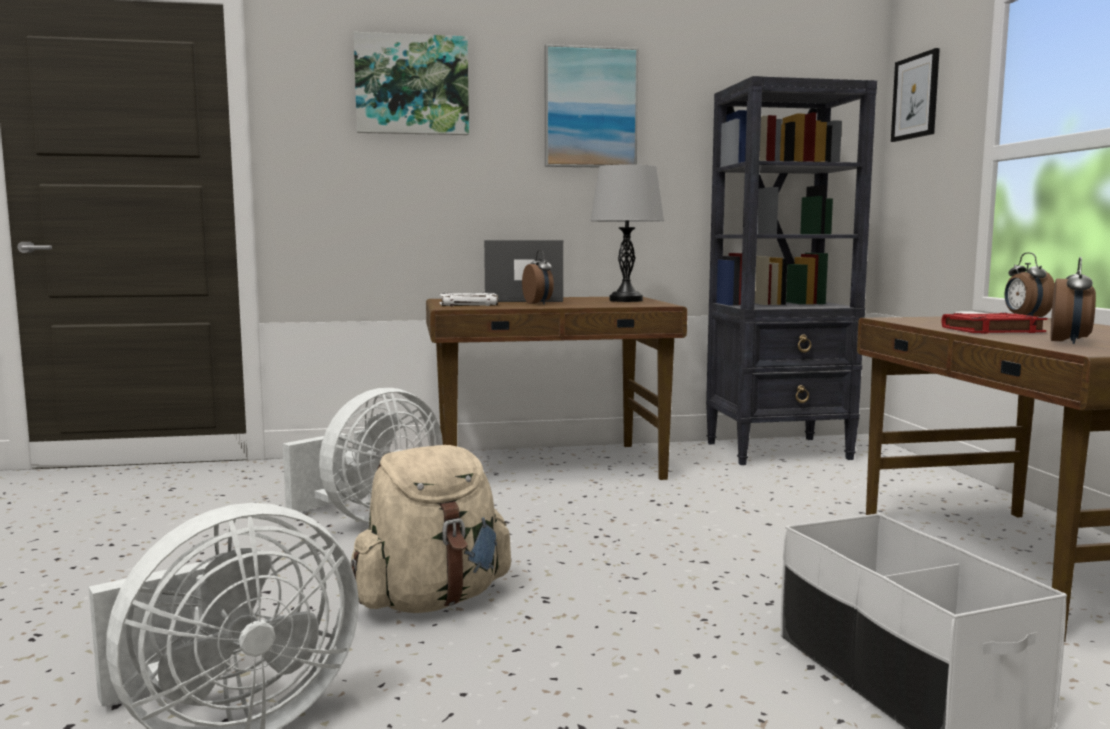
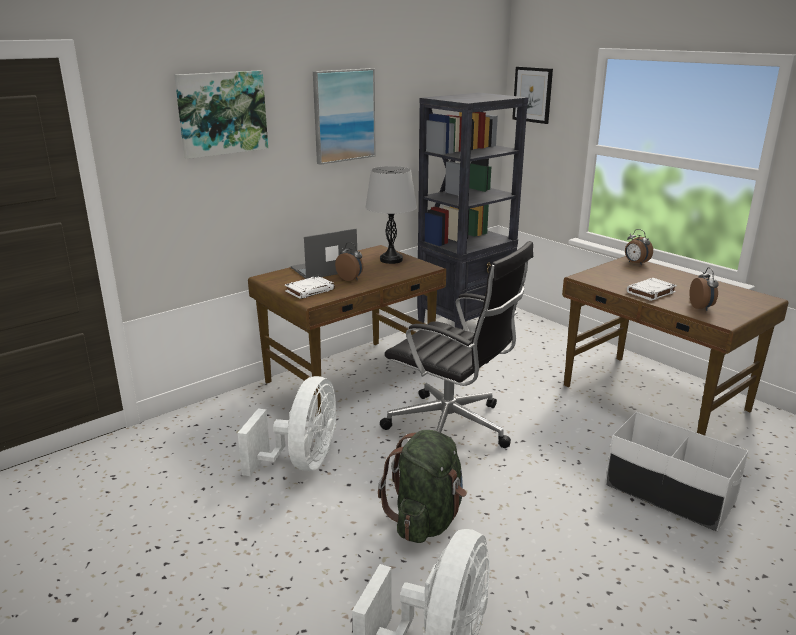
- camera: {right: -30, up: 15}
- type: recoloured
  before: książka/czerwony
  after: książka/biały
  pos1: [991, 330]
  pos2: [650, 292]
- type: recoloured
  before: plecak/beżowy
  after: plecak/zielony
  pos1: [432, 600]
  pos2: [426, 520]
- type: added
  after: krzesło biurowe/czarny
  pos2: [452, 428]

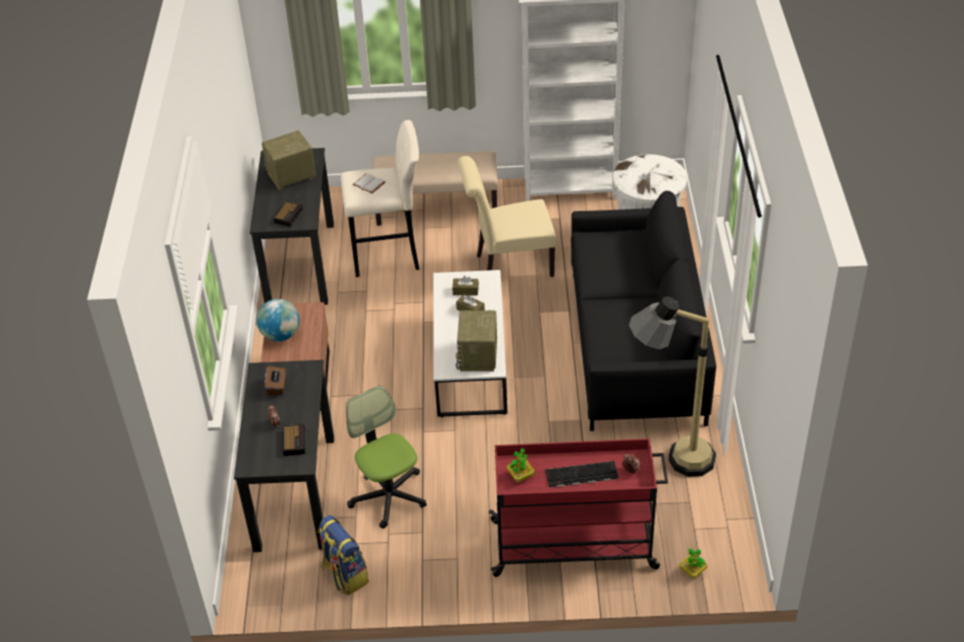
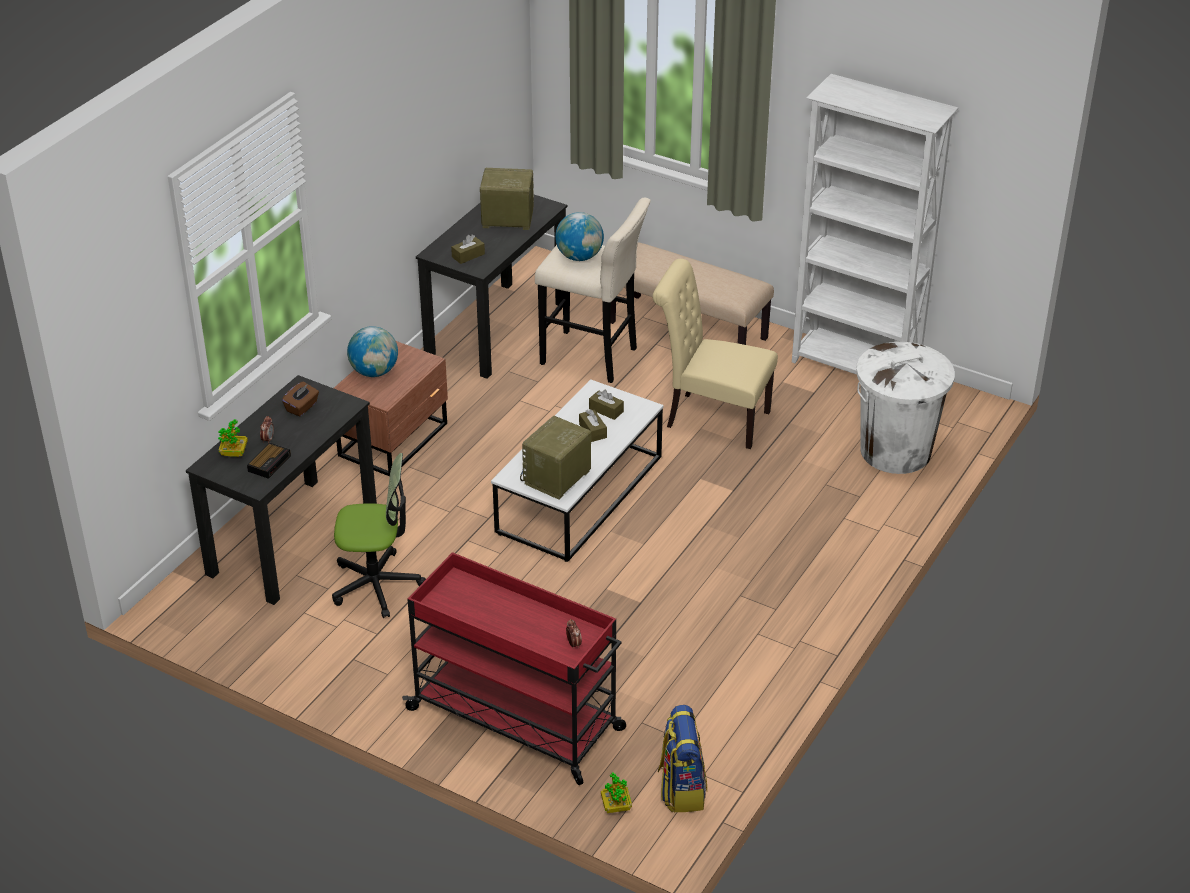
- camera: {right: 30, up: -5}
- type: replaced
  before: książka/biały
  after: globus
  pos1: [370, 184]
  pos2: [579, 257]
- type: removed
  before: kanapa/czarny
  pos1: [636, 346]
- type: replaced
  before: budzik
  after: pudełko chusteczek/brązowy
  pos1: [289, 215]
  pos2: [468, 255]
- type: removed
  before: lampa stojąca
  pos1: [669, 460]
- type: turned
  before: krzesło biurowe
  pos1: [388, 496]
  pos2: [377, 585]
  turn: 90
- type: moved
  before: roślina doniczkowa
  pos1: [520, 475]
  pos2: [234, 453]
- type: removed
  before: klawiatura
  pos1: [581, 475]
- type: moved
  before: plecak
  pos1: [344, 575]
  pos2: [681, 788]

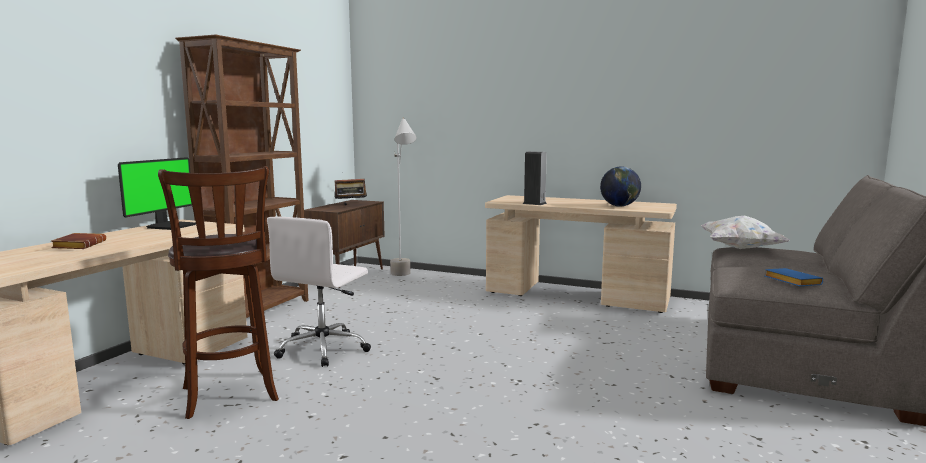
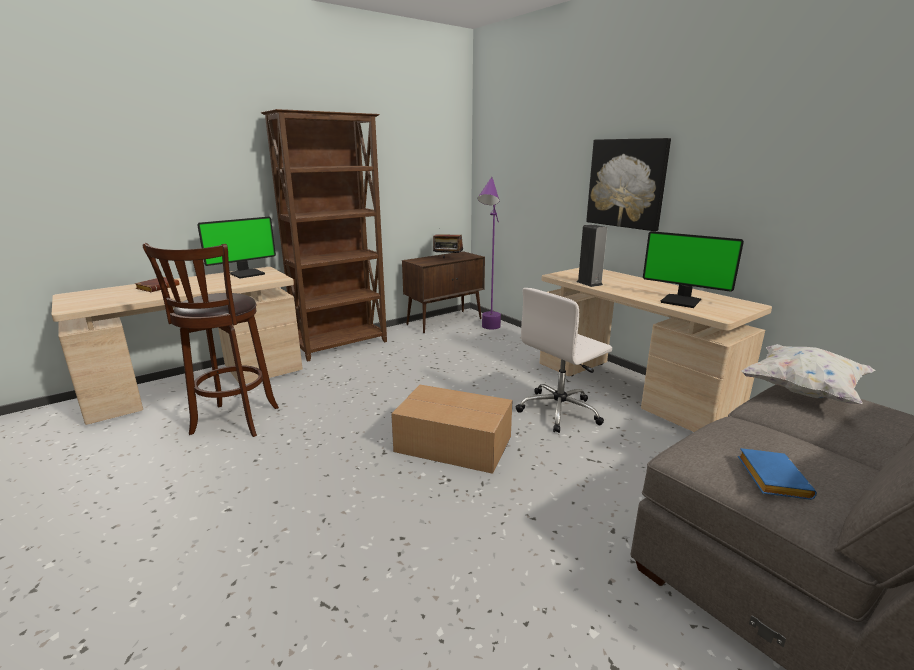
- camera: {right: 30, up: 10}
- type: recoloured
  before: lampa stojąca/szary
  after: lampa stojąca/fioletowy
  pos1: [404, 277]
  pos2: [488, 331]
- type: replaced
  before: globus
  after: monitor
  pos1: [619, 206]
  pos2: [681, 301]
- type: moved
  before: krzesło biurowe/biały
  pos1: [324, 348]
  pos2: [560, 411]
- type: added
  after: obraz
  pos2: [626, 183]
- type: added
  after: karton
  pos2: [452, 443]

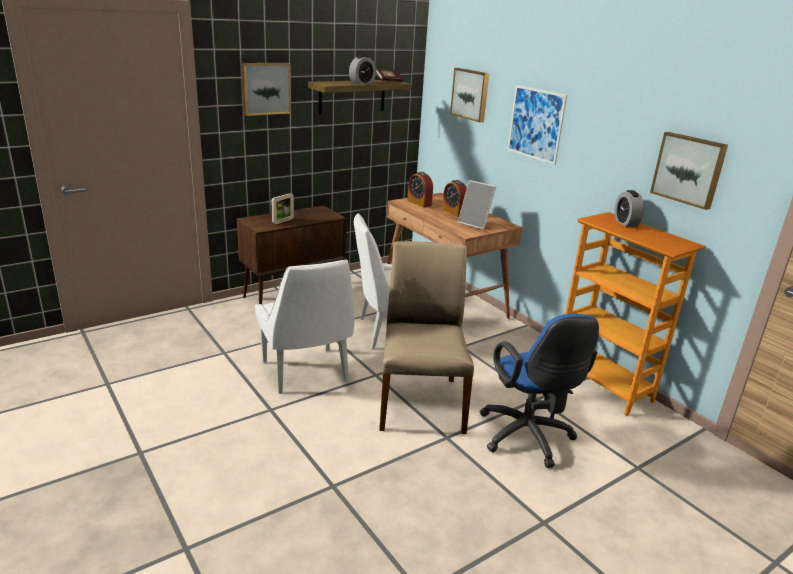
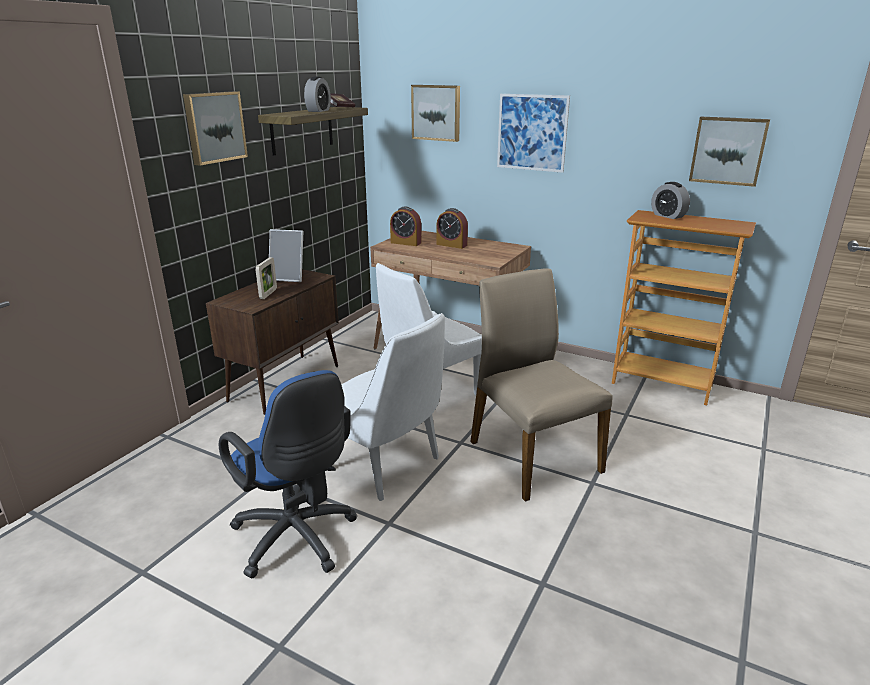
- camera: {right: -25, up: 0}
- type: moved
  before: ramka na zdjęcie
  pos1: [475, 224]
  pos2: [289, 277]
- type: moved
  before: krzesło biurowe/niebieski
  pos1: [528, 438]
  pos2: [298, 540]

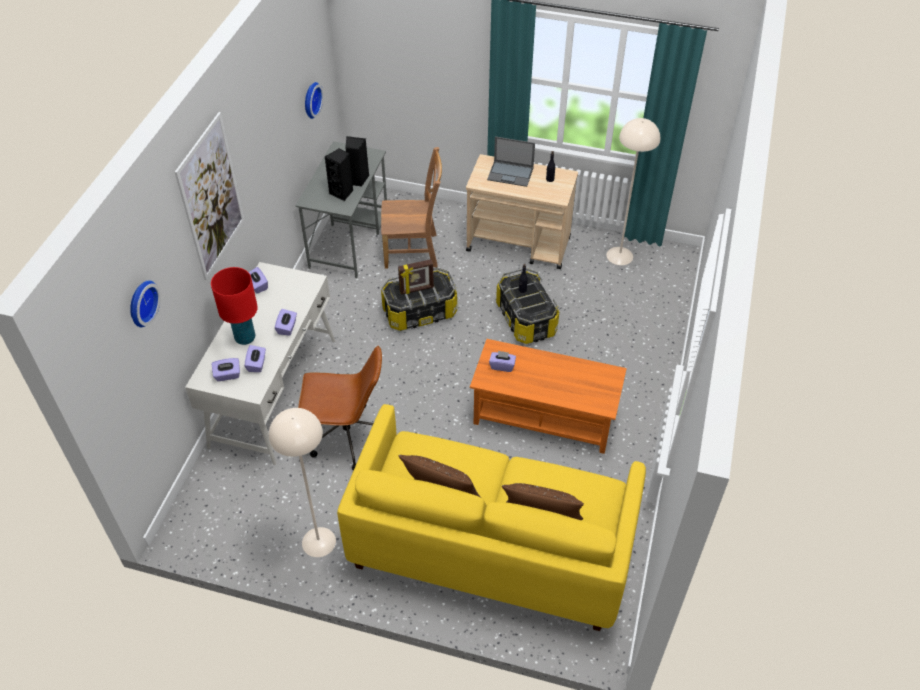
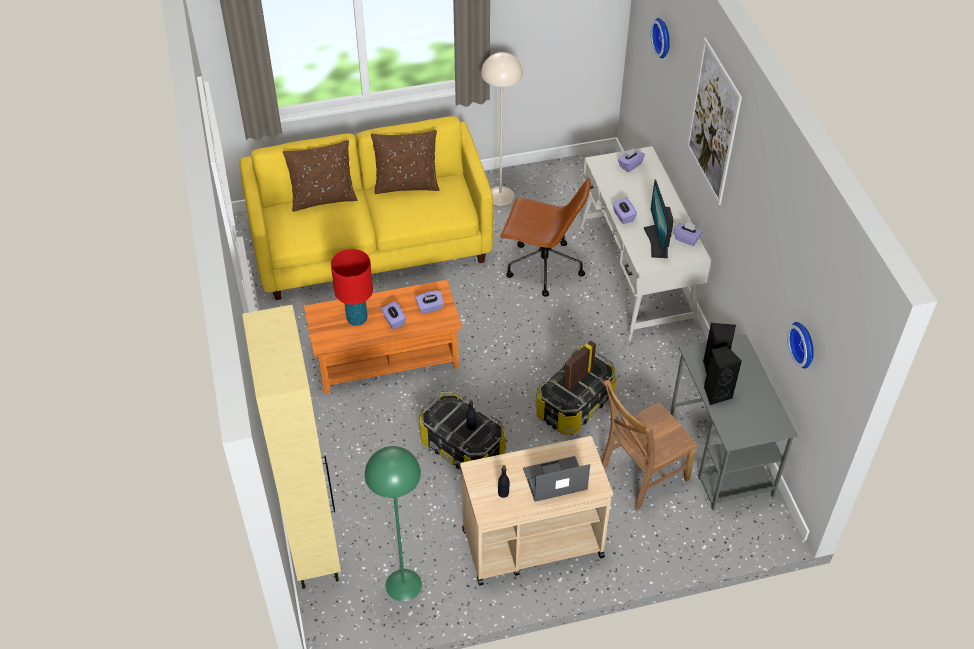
- camera: {right: 150, up: 0}
- type: recoloured
  before: lampa stojąca/beżowy
  after: lampa stojąca/zielony
  pos1: [620, 256]
  pos2: [403, 585]
- type: moved
  before: lampa stołowa/czerwony
  pos1: [245, 338]
  pos2: [357, 319]
- type: moved
  before: pudełko chusteczek/fioletowy
  pos1: [257, 364]
  pos2: [394, 321]
- type: turned
  before: krzesło biurowe/brązowy
  pos1: [346, 437]
  pos2: [542, 267]
  turn: -135
- type: added
  after: monitor
  pos2: [657, 242]
- type: added
  after: szafka/beżowy
  pos2: [313, 546]

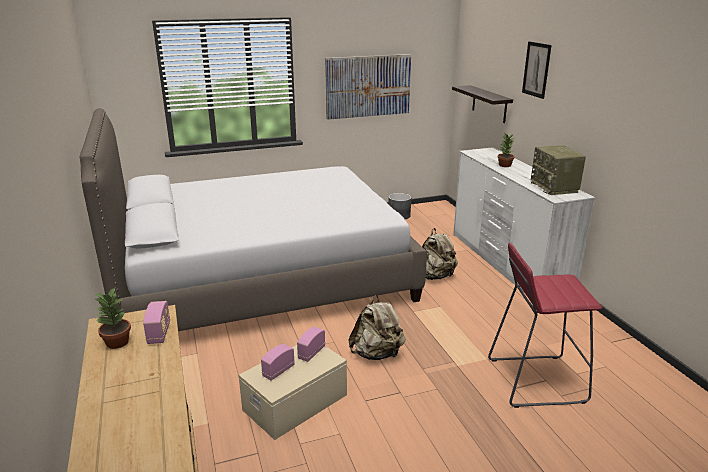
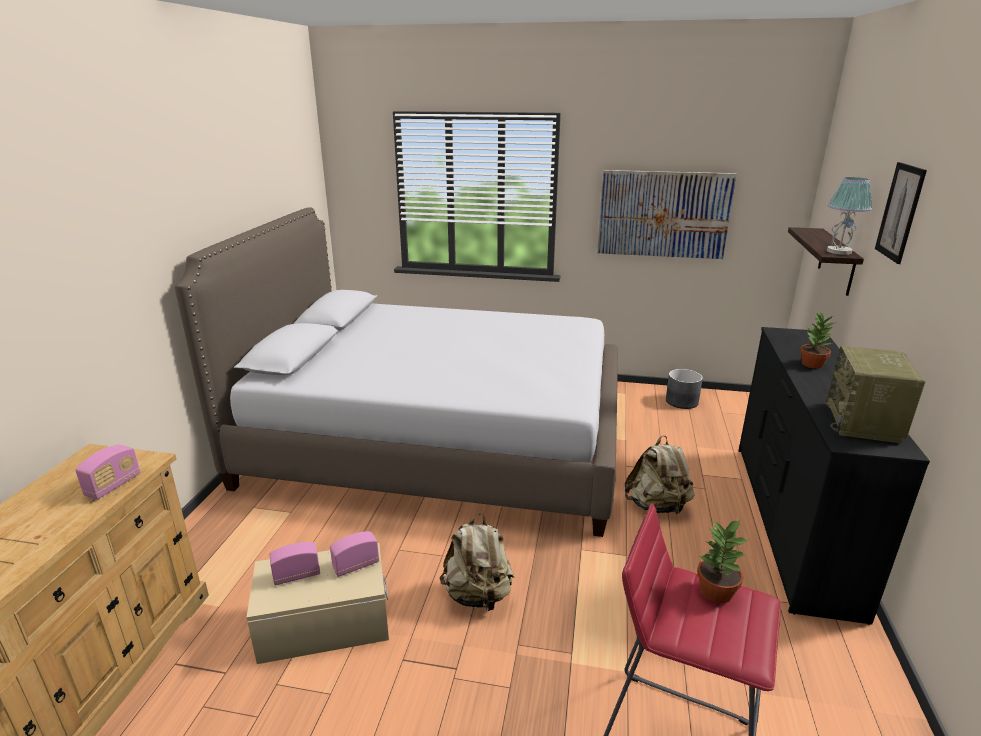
- camera: {right: 30, up: 0}
- type: recoloured
  before: komoda/biały
  after: komoda/czarny
  pos1: [507, 264]
  pos2: [791, 522]
- type: moved
  before: roślina doniczkowa
  pos1: [116, 342]
  pos2: [715, 592]
- type: added
  after: lampa stołowa
  pos2: [839, 251]

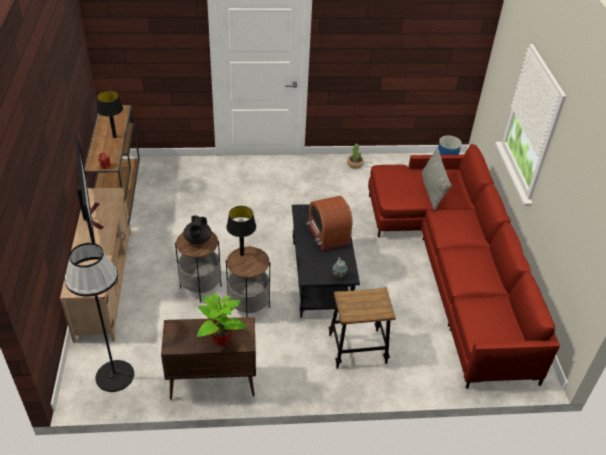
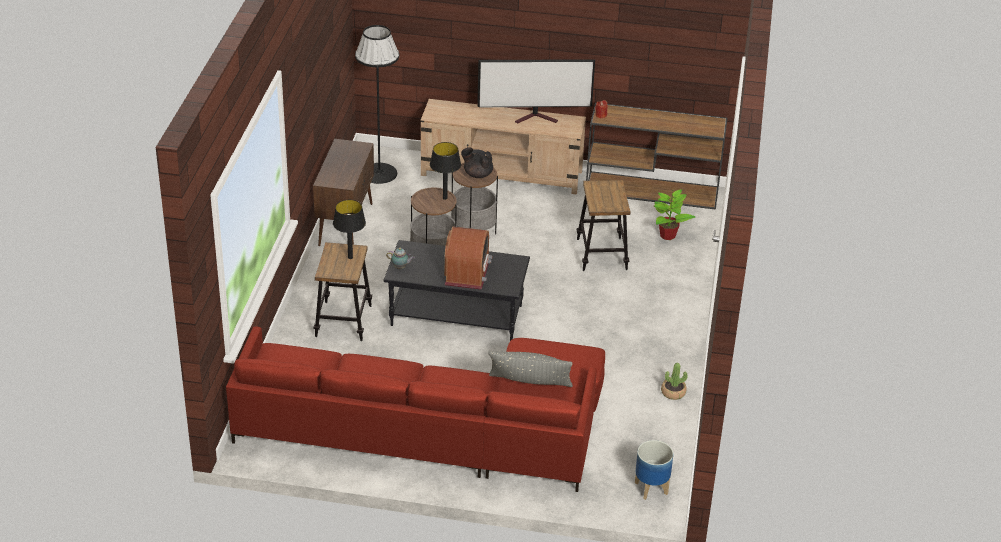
- camera: {right: 105, up: -5}
- type: moved
  before: lampa stołowa/czarny
  pos1: [115, 137]
  pos2: [350, 257]
- type: turned
  before: radio
  pos1: [328, 234]
  pos2: [468, 272]
  turn: 105
- type: moved
  before: roślina doniczkowa
  pos1: [221, 338]
  pos2: [668, 235]
- type: added
  after: stołek
  pos2: [602, 254]

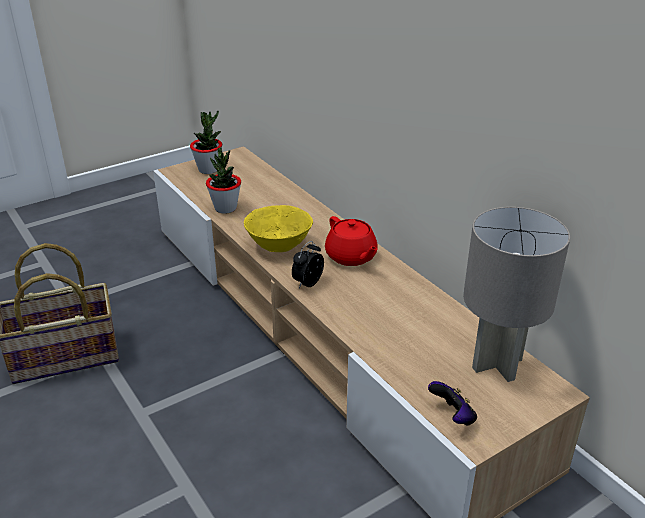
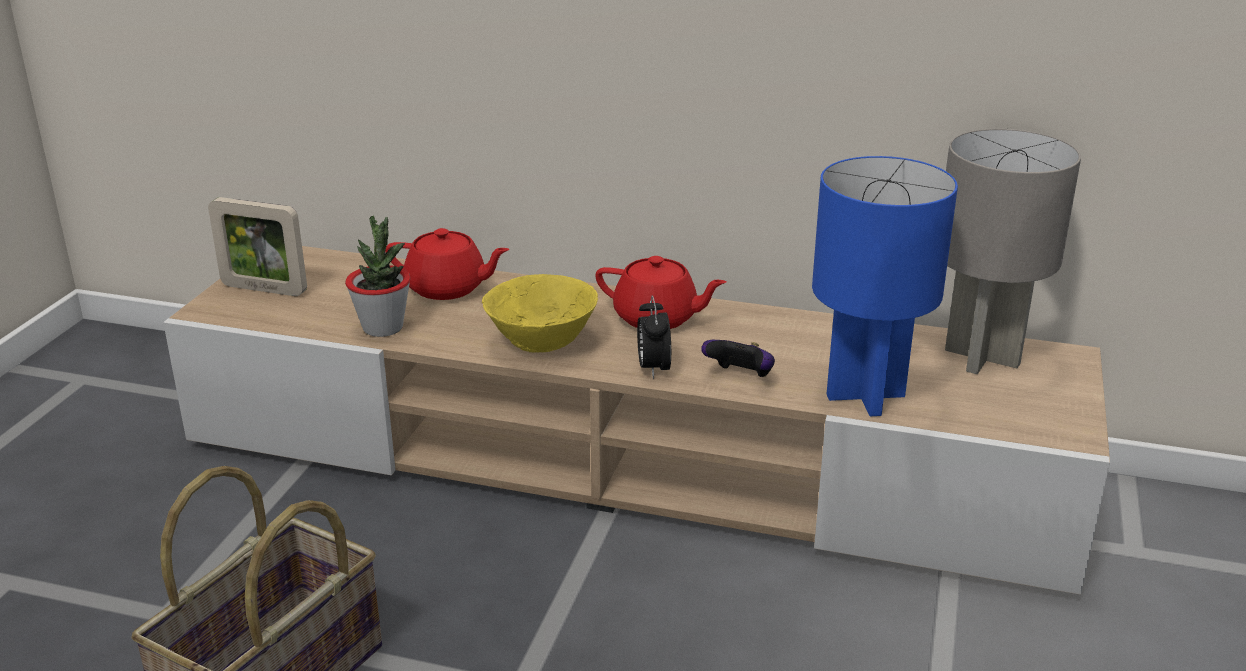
- camera: {right: -40, up: -5}
- type: replaced
  before: roślina doniczkowa
  after: ramka na zdjęcie
  pos1: [208, 169]
  pos2: [264, 289]
- type: moved
  before: pad do gier
  pos1: [453, 417]
  pos2: [740, 377]
- type: added
  after: lampa stołowa/niebieski
  pos2: [866, 395]
- type: added
  after: imbryk/czerwony
  pos2: [447, 288]

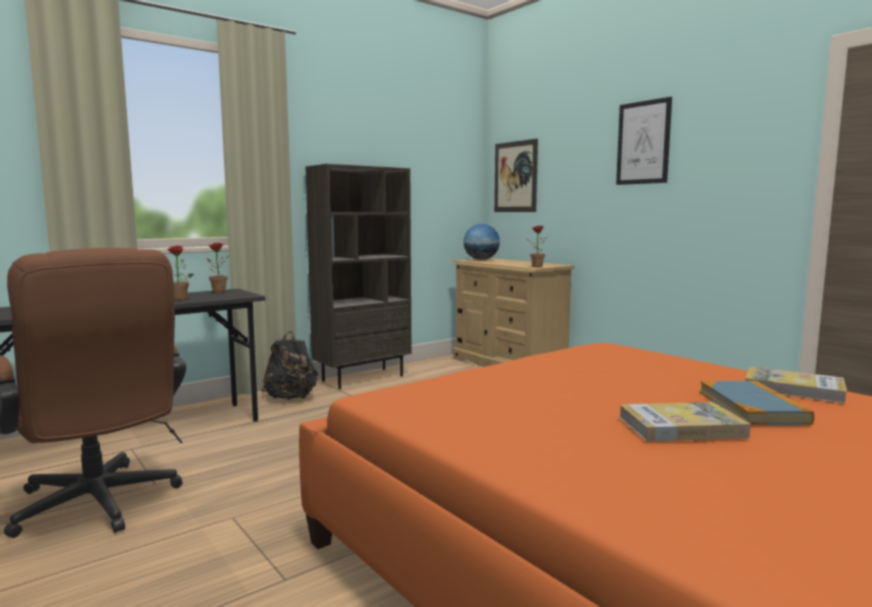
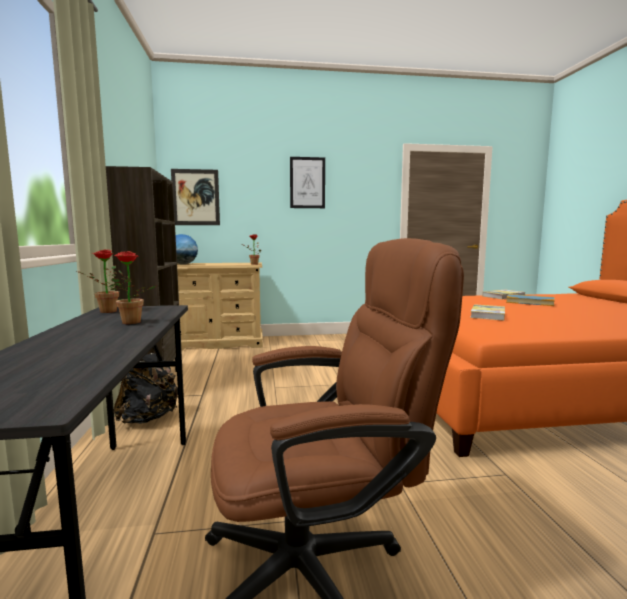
- camera: {right: -60, up: 0}
- type: moved
  before: książka
  pos1: [681, 427]
  pos2: [487, 315]

